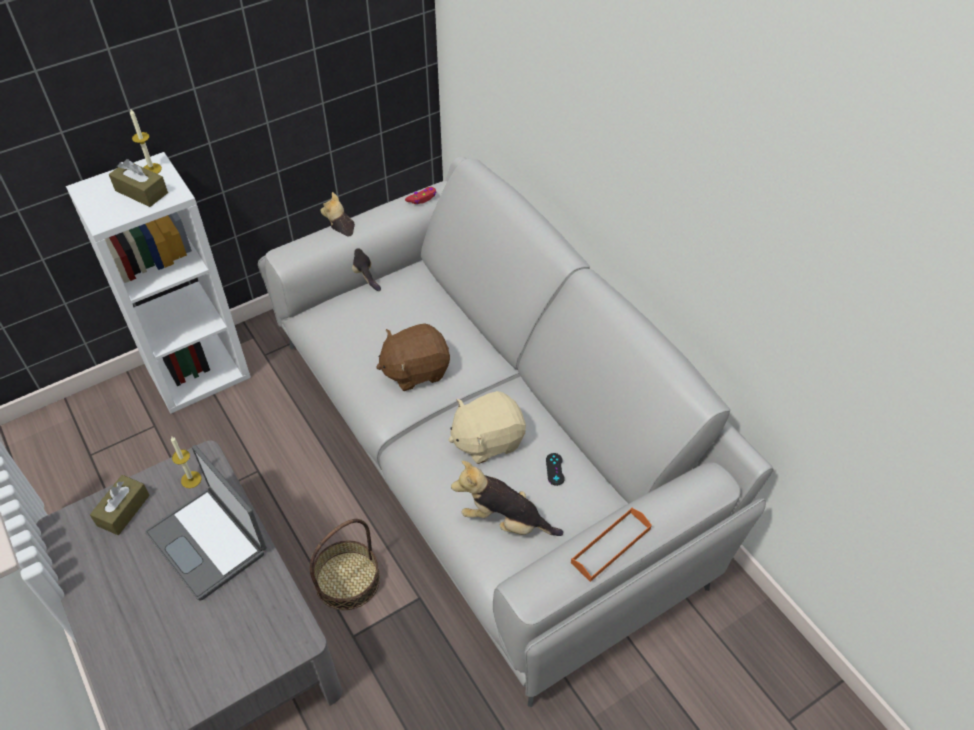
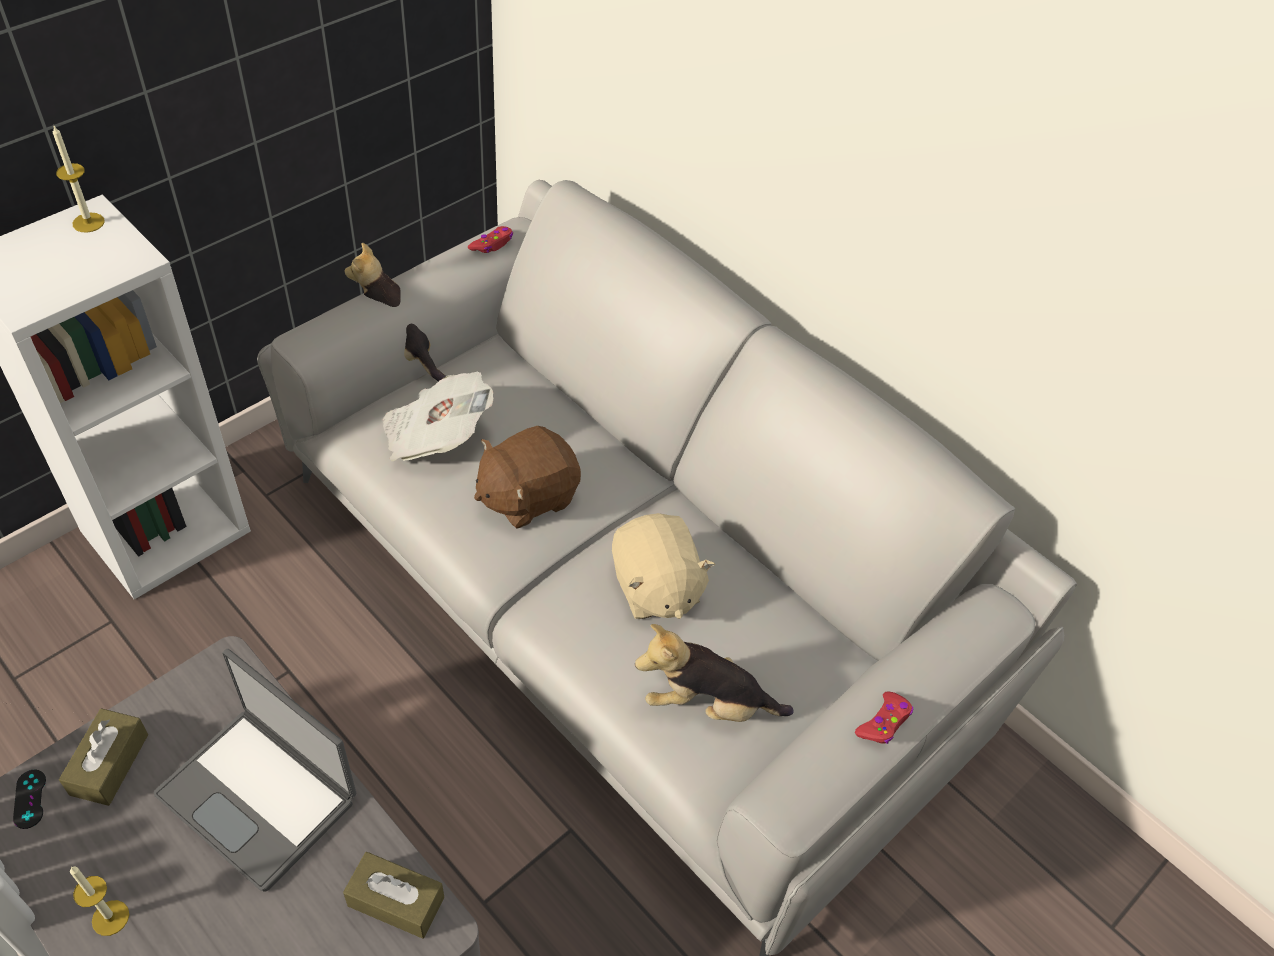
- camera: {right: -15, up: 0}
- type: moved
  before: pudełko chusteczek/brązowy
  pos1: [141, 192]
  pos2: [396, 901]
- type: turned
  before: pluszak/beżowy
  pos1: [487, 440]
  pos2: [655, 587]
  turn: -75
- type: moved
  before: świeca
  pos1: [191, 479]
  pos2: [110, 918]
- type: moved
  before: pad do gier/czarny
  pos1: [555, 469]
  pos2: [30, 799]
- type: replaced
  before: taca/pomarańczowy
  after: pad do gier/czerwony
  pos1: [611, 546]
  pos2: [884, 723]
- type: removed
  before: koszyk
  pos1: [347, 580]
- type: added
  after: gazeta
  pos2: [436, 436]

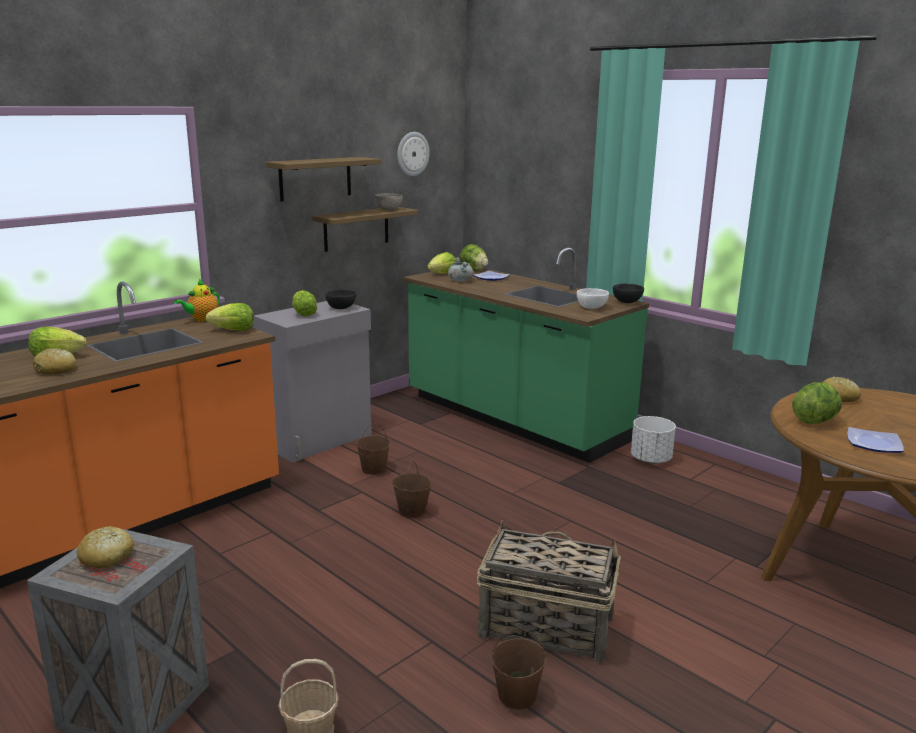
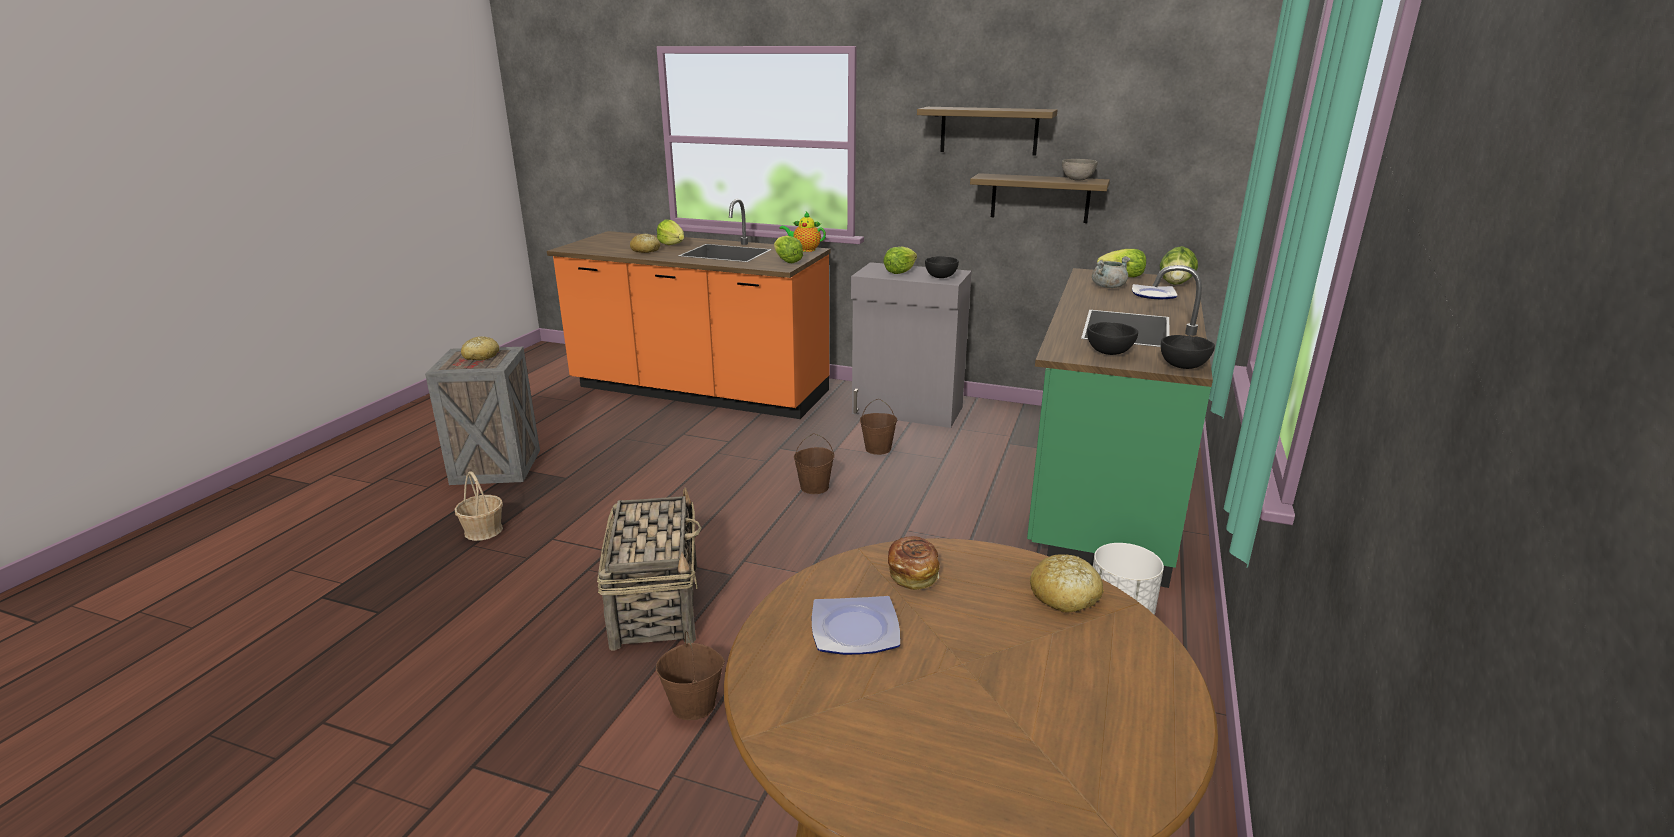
- camera: {right: 65, up: 5}
- type: removed
  before: zegar ścienny
  pos1: [412, 154]
- type: recoloured
  before: miska/biały
  after: miska/czarny
  pos1: [591, 307]
  pos2: [1109, 353]
- type: replaced
  before: sałata
  after: chleb
  pos1: [815, 421]
  pos2: [913, 574]
- type: moved
  before: wiadro/brązowy
  pos1: [517, 695]
  pos2: [694, 705]

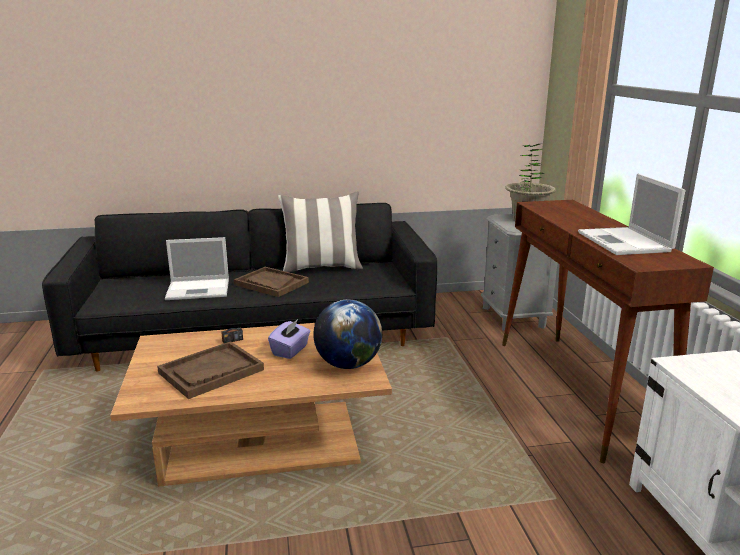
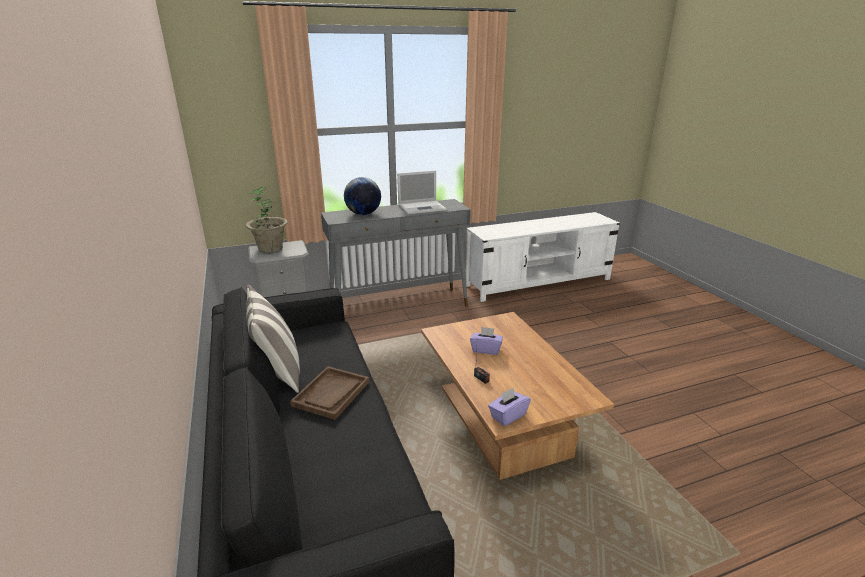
- camera: {right: -100, up: 5}
- type: recoloured
  before: stolik konsolowy/brązowy
  after: stolik konsolowy/szary
  pos1: [577, 391]
  pos2: [400, 307]
- type: removed
  before: laptop
  pos1: [199, 289]
- type: moved
  before: globus
  pos1: [348, 364]
  pos2: [363, 214]
- type: removed
  before: taca/brązowy
  pos1: [211, 371]
- type: added
  after: pudełko chusteczek/fioletowy
  pos2: [508, 415]

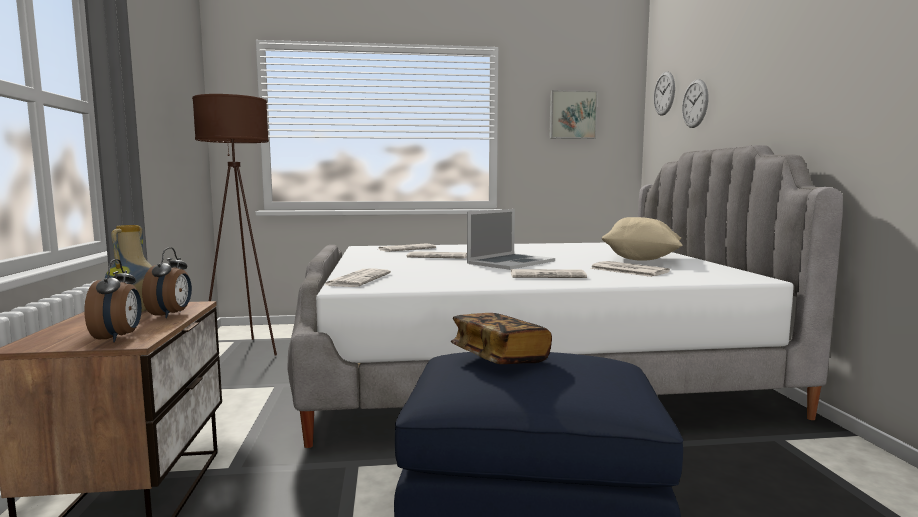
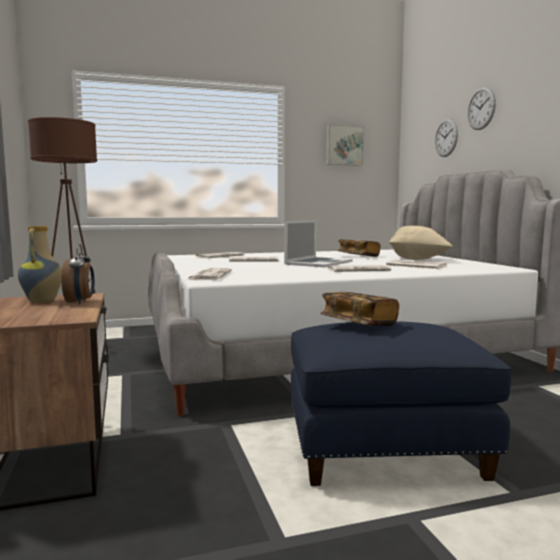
- camera: {right: -10, up: 0}
- type: moved
  before: zegar ścienny
  pos1: [664, 93]
  pos2: [481, 108]
- type: removed
  before: budzik
  pos1: [119, 337]
- type: added
  after: książka
  pos2: [358, 256]

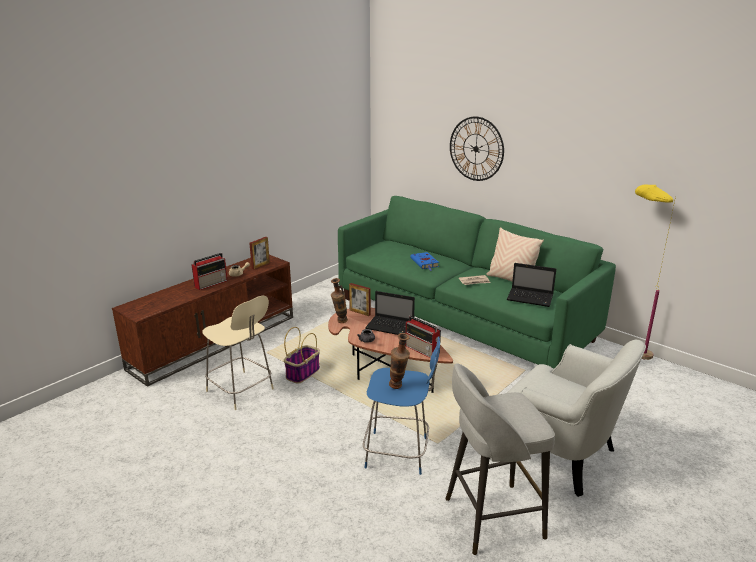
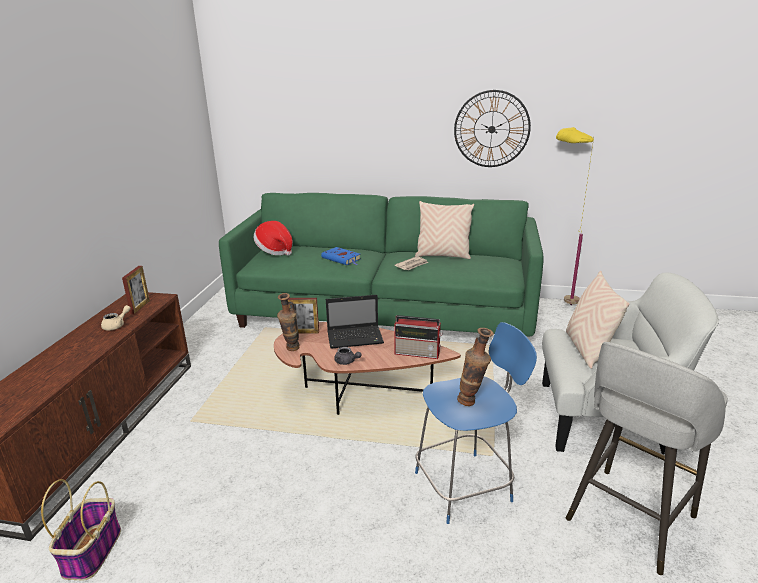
- camera: {right: -30, up: 0}
- type: moved
  before: zegar ścienny
  pos1: [476, 149]
  pos2: [491, 129]
- type: removed
  before: radio
  pos1: [211, 283]
- type: removed
  before: laptop
  pos1: [531, 298]
- type: removed
  before: stołek/beżowy
  pos1: [241, 391]
- type: moved
  before: koszyk
  pos1: [303, 373]
  pos2: [92, 551]
- type: added
  after: kapelusz
  pos2: [275, 250]
- type: added
  after: poduszka/beżowy
  pos2: [587, 349]

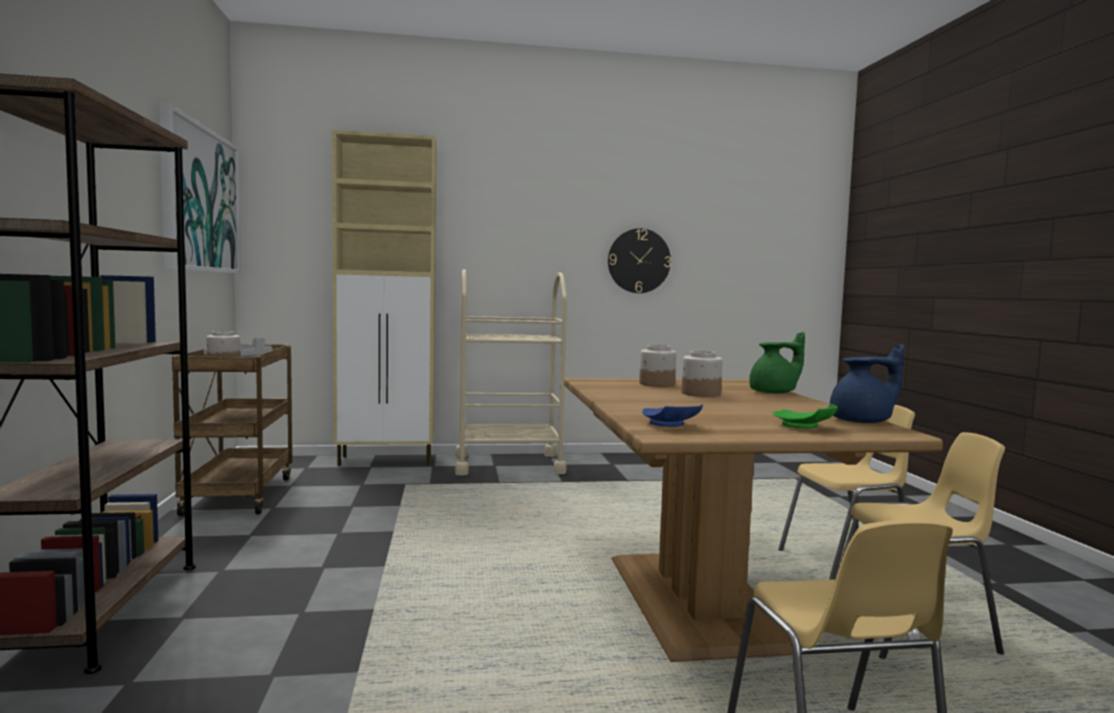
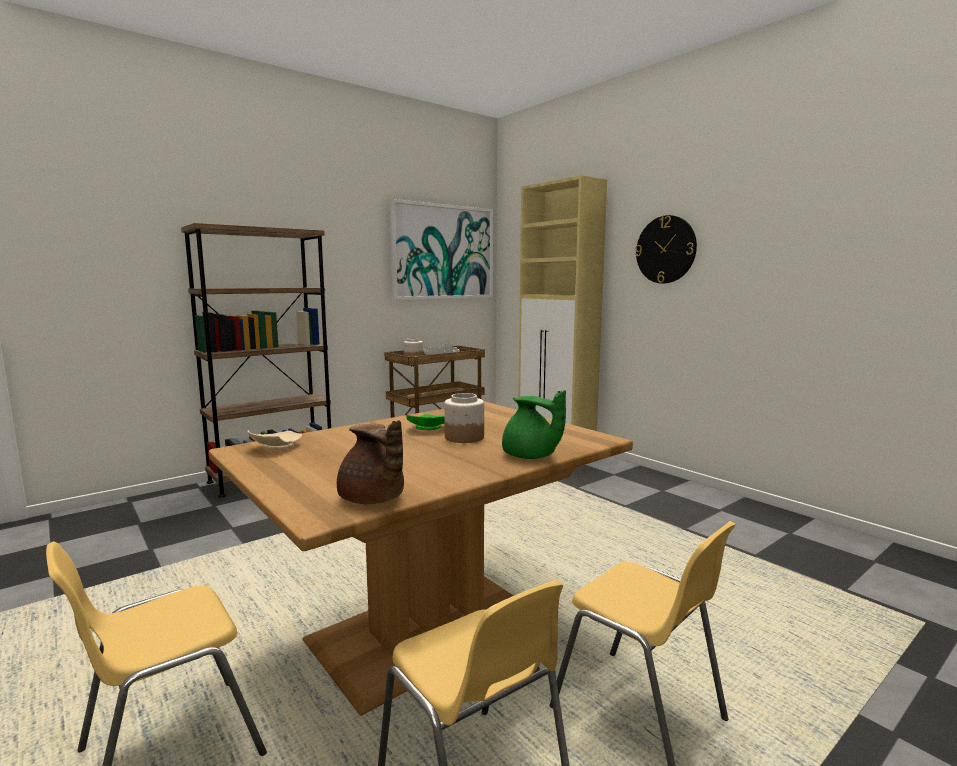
- camera: {right: 60, up: 5}
- type: moved
  before: zegar ścienny
  pos1: [639, 261]
  pos2: [665, 249]
- type: removed
  before: wózek/beżowy
  pos1: [508, 464]
- type: recoloured
  before: imbryk/niebieski
  after: imbryk/brązowy
  pos1: [863, 421]
  pos2: [372, 499]
- type: removed
  before: słoik
  pos1: [657, 384]
- type: recoloured
  before: talerz/niebieski
  after: talerz/beżowy
  pos1: [669, 425]
  pos2: [275, 447]
- type: moved
  before: talerz/zielony
  pos1: [804, 427]
  pos2: [427, 428]

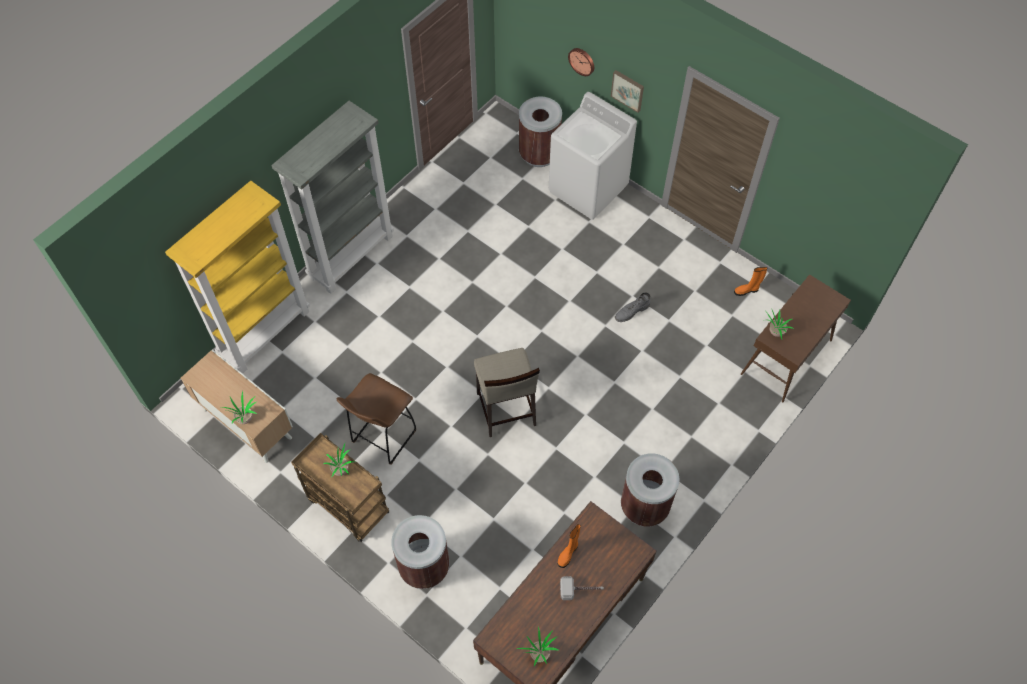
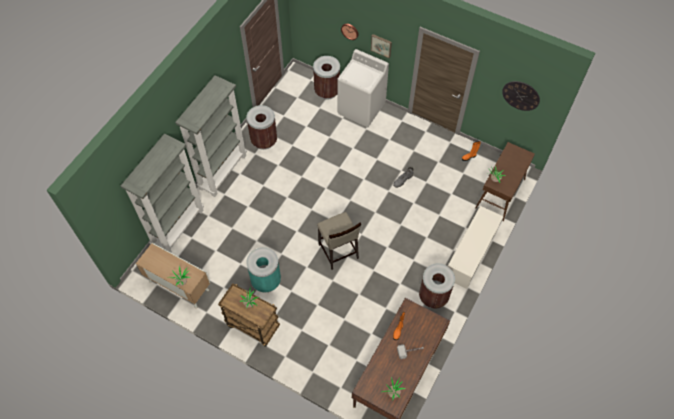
- camera: {right: -10, up: 0}
- type: recoloured
  before: regał/żółty
  after: regał/szary
  pos1: [265, 333]
  pos2: [178, 227]
- type: replaced
  before: stołek/brązowy
  after: kosz na śmieci/turkusowy
  pos1: [382, 438]
  pos2: [266, 281]
- type: moved
  before: kosz na śmieci/brązowy
  pos1: [424, 566]
  pos2: [264, 140]
- type: added
  after: zegar ścienny
  pos2: [521, 95]
- type: added
  after: regał na buty/biały
  pos2: [470, 256]

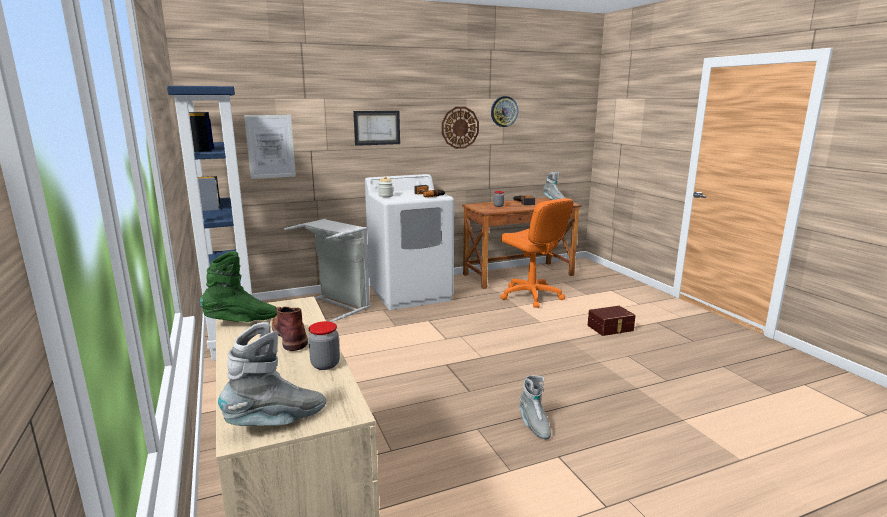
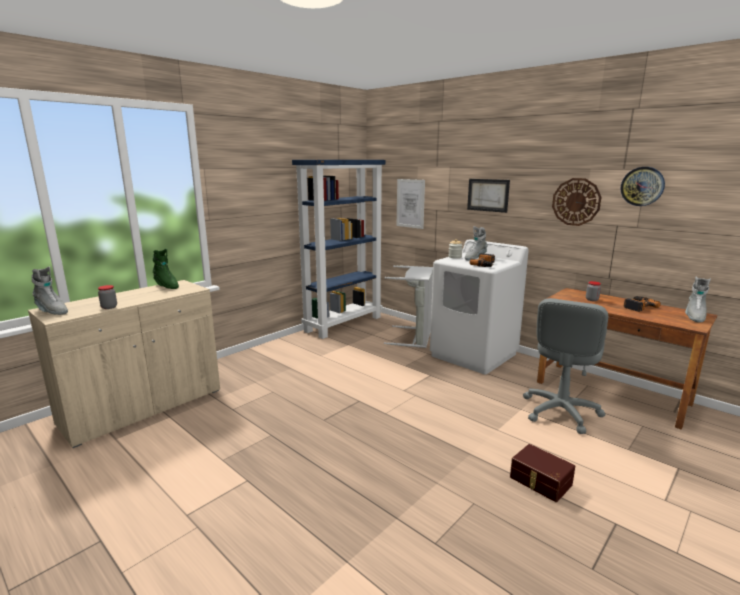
- camera: {right: 65, up: 0}
- type: recoloured
  before: krzesło biurowe/pomarańczowy
  after: krzesło biurowe/szary
  pos1: [531, 296]
  pos2: [560, 412]
- type: removed
  before: but z cholewką/brązowy
  pos1: [290, 335]
- type: moved
  before: but z cholewką/szary
  pos1: [534, 425]
  pos2: [475, 258]

